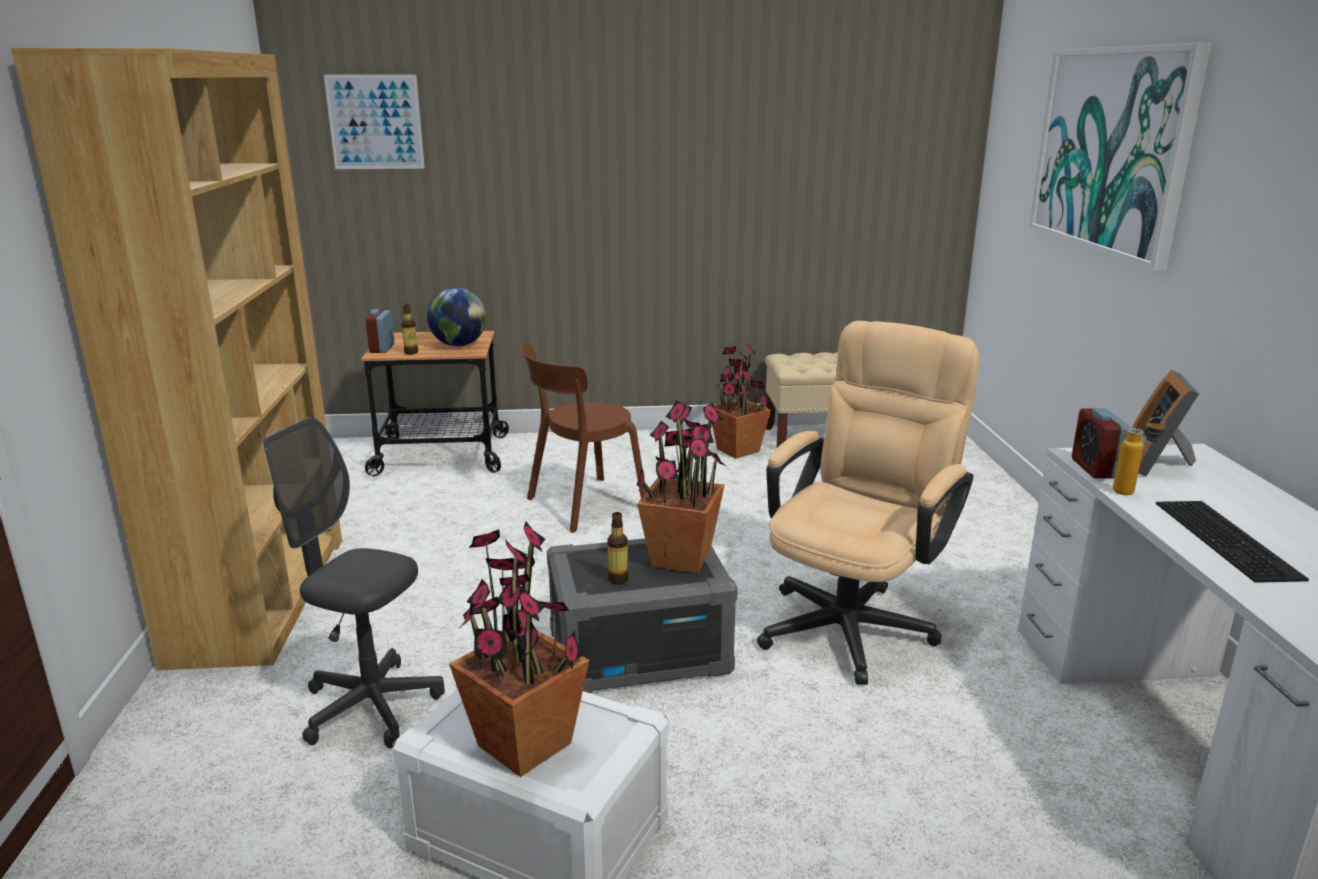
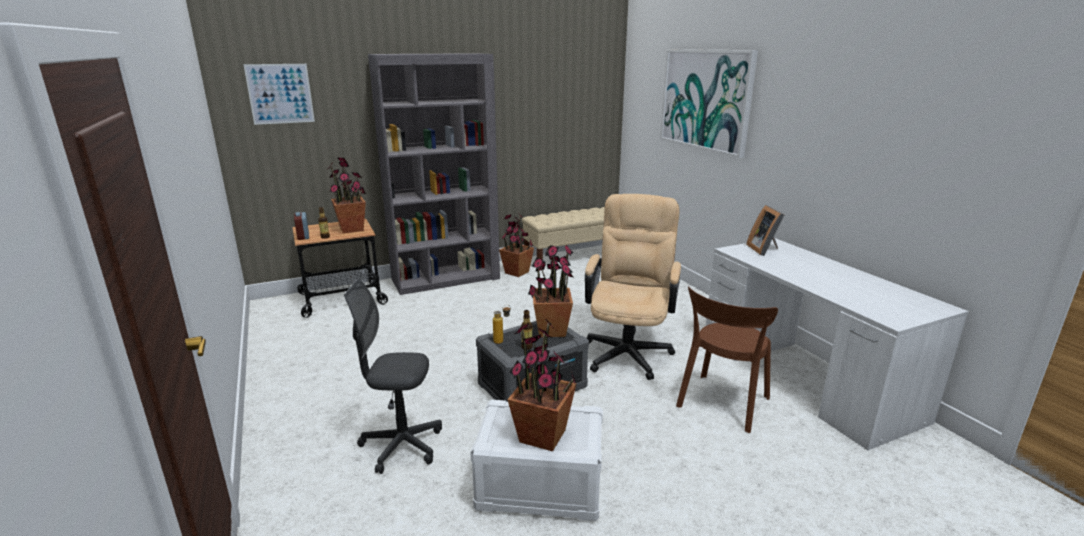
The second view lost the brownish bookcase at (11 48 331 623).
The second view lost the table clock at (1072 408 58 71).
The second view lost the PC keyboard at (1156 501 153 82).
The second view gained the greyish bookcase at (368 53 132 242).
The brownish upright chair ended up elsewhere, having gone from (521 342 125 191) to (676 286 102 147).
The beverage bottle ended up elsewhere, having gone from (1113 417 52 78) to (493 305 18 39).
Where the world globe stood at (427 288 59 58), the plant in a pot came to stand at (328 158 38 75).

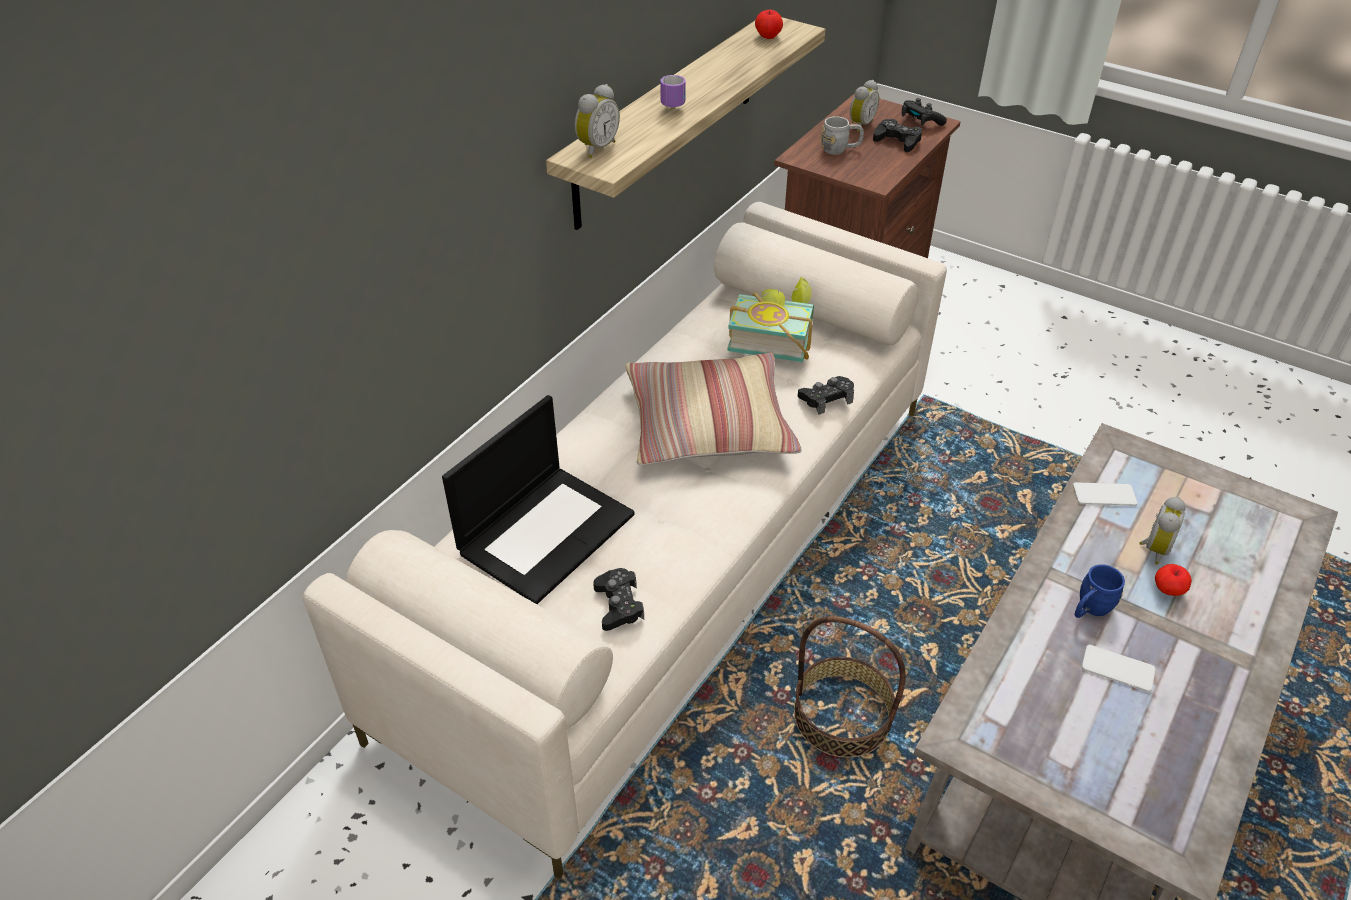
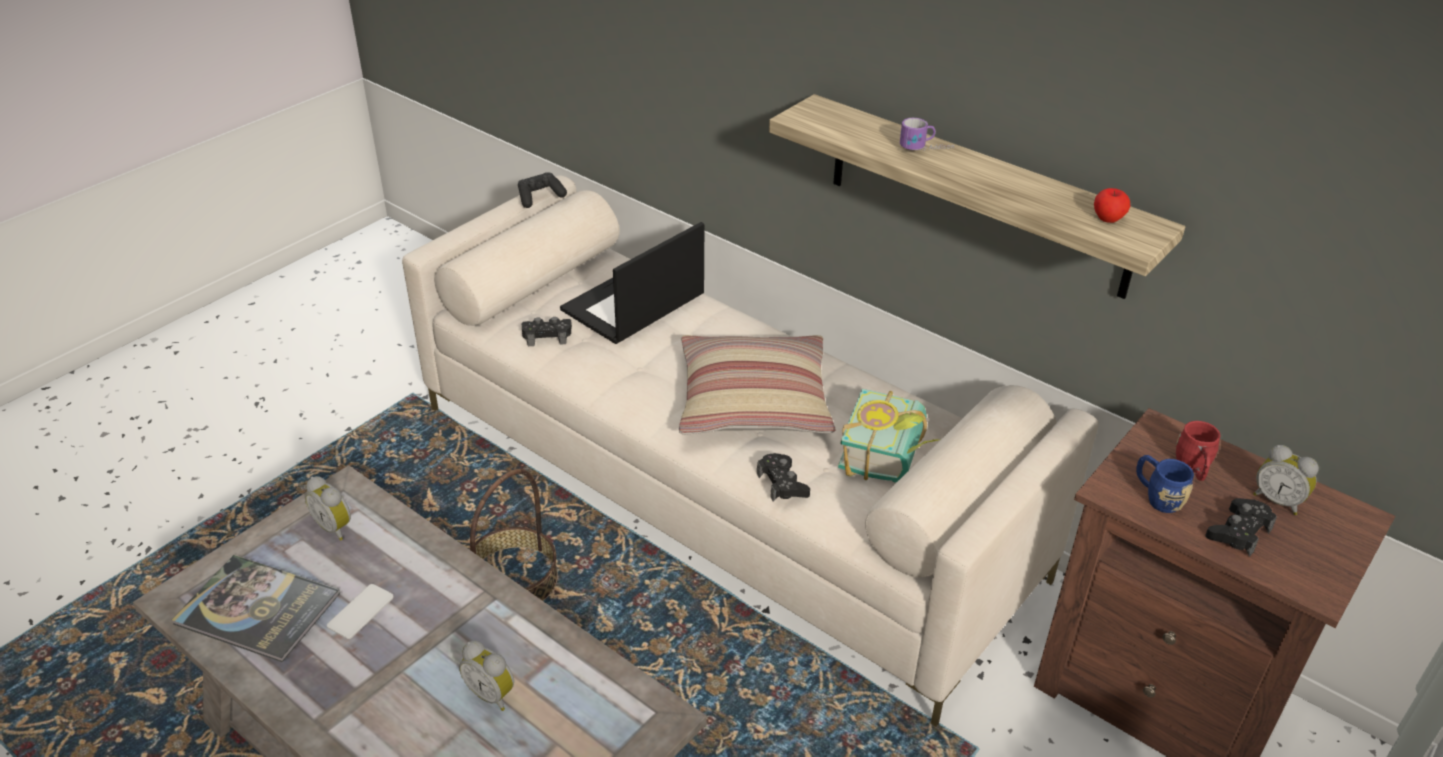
The second view lost the phone at (1073 482 64 24).
The second view lost the whole apple at (1155 564 37 32).
The second view gained the book at (171 555 169 107).
The table clock ended up elsewhere, having gone from (575 84 45 74) to (305 476 46 65).
The black-coloured game controller ended up elsewhere, having gone from (902 98 45 28) to (518 172 49 36).
The bluish tea mug ended up elsewhere, having gone from (1074 564 51 54) to (1136 455 58 58).
What was the greyish tea mug at (821 116 43 39) turned into the red tea mug at (1176 421 45 60).
The notebook computer at (442 395 192 209) ended up facing another way, 90 degrees clockwise from before.

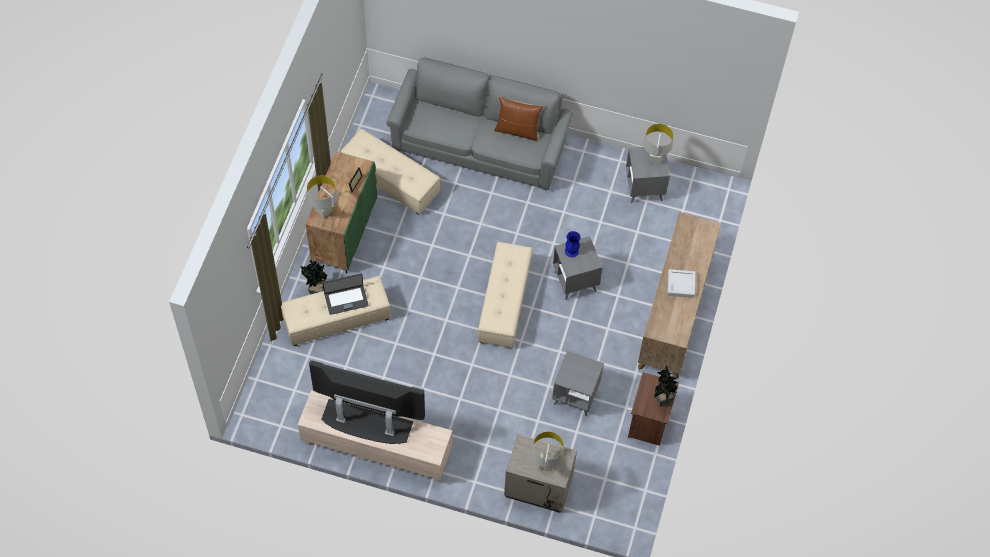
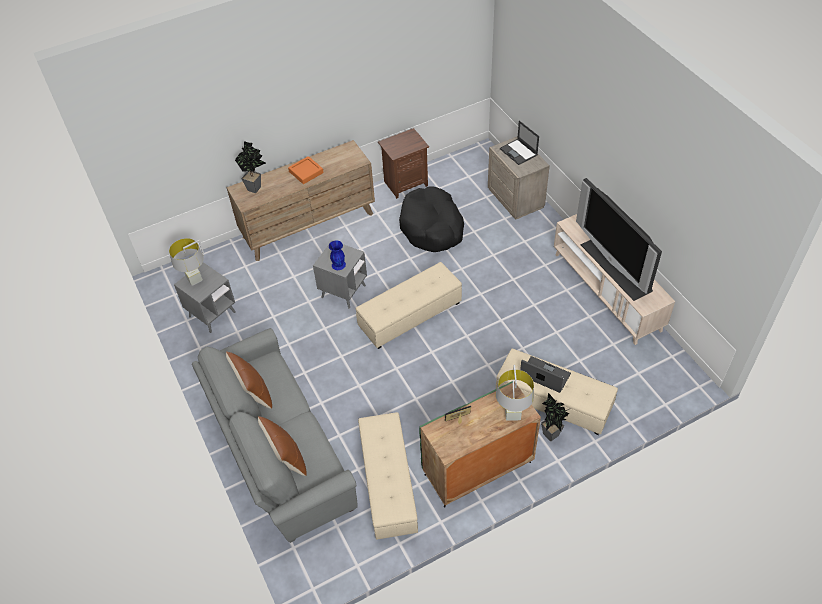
The second view gained the brownish cushion at (258 416 49 60).
The plant in a pot ended up elsewhere, having gone from (654 365 27 42) to (235 141 31 52).
Where the greyish lamp for a table stood at (531 432 33 39), the notebook computer came to stand at (500 121 39 44).
Where the greyish side table stood at (552 351 52 65), the black-coloured dog cushion came to stand at (399 187 65 65).
What was the greyish carrying tray at (667 269 29 29) turned into the orange carrying tray at (288 156 36 28).

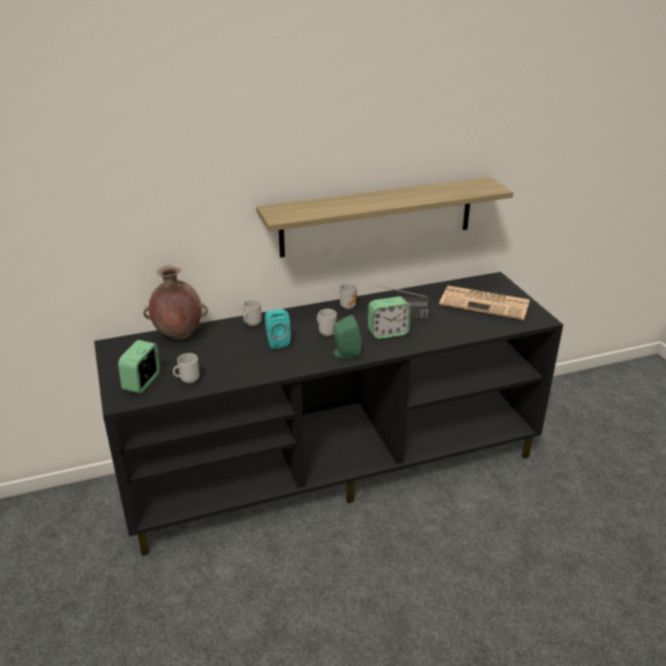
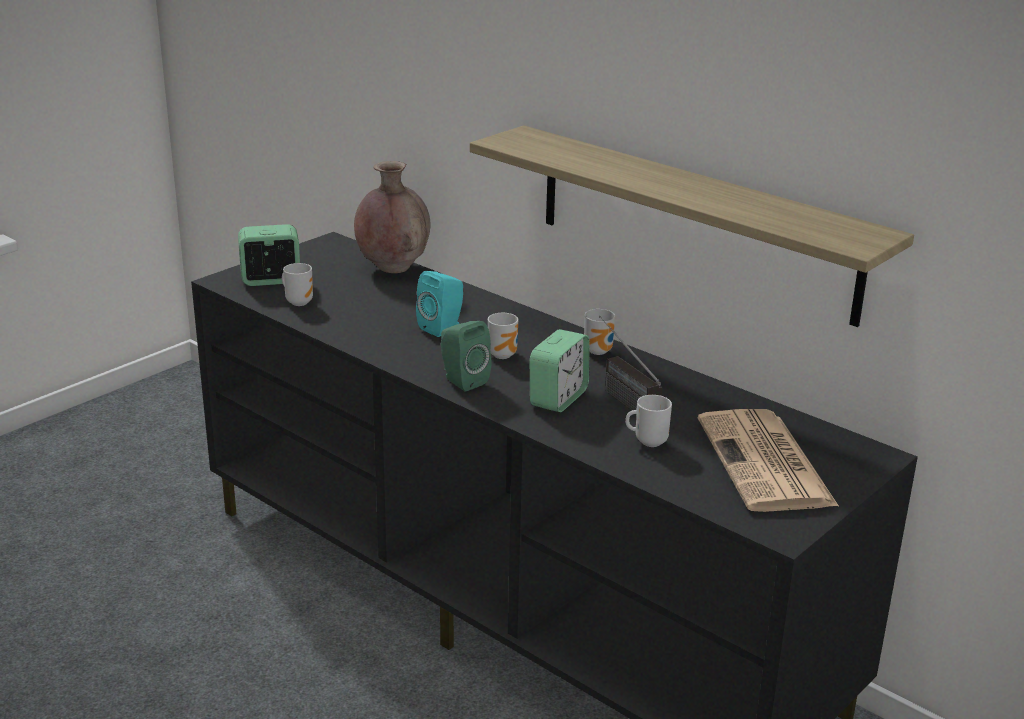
The tea mug ended up elsewhere, having gone from (243 299 19 27) to (625 395 47 52).
The table clock at (368 296 43 43) ended up facing another way, 105 degrees counterclockwise from before.

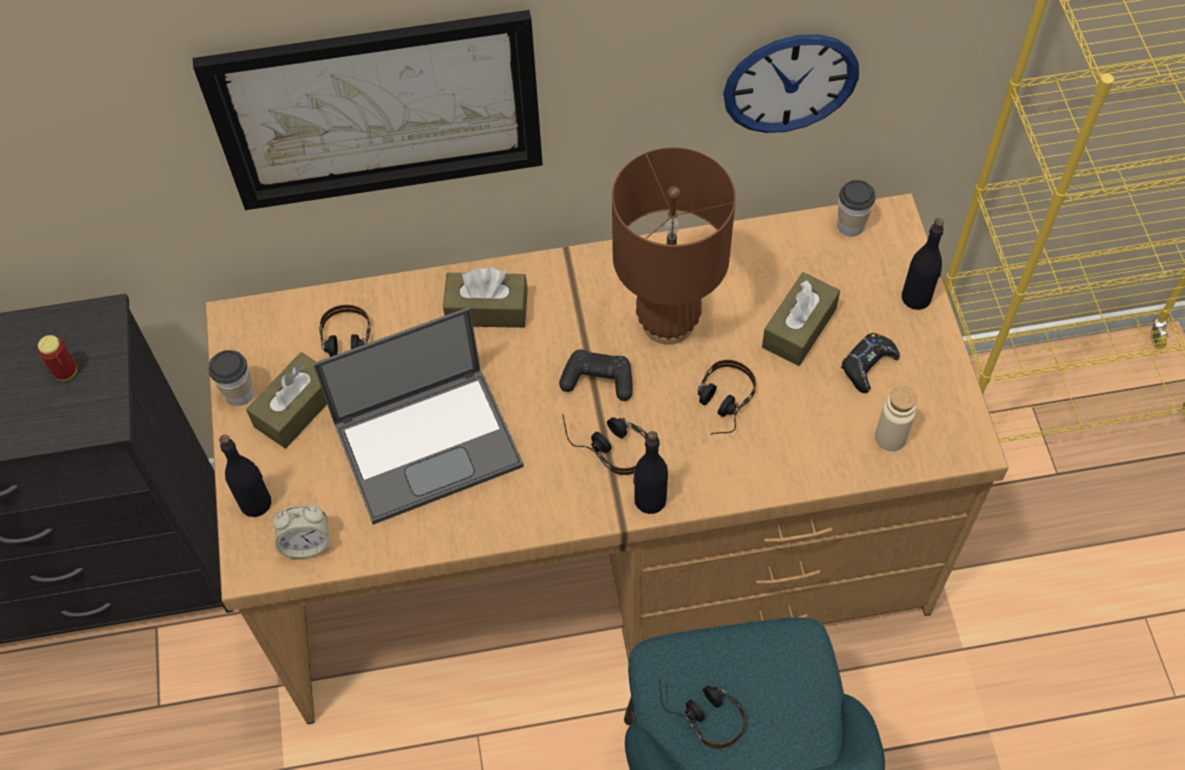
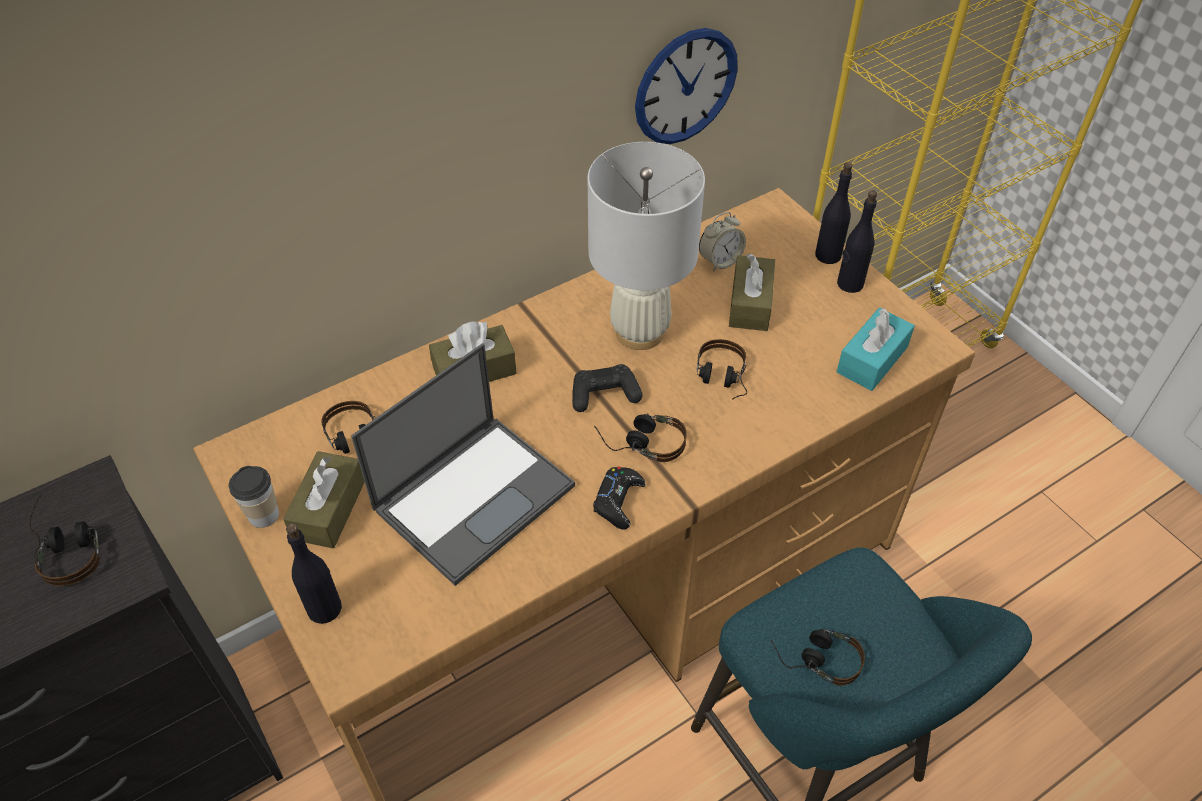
The second view lost the wall picture at (193 10 350 200).
The second view lost the drinking cup at (838 180 38 57).
The table clock ended up elsewhere, having gone from (273 505 57 54) to (699 212 47 60).
The black-coloured beverage bottle ended up elsewhere, having gone from (633 431 35 83) to (837 190 40 103).
The black-coloured game controller ended up elsewhere, having gone from (841 333 59 60) to (593 466 52 64).
Where the sealed can stood at (38 335 39 46), the headset came to stand at (29 494 71 92).
Where the beige-coloured beverage bottle stood at (875 386 42 65), the turquoise box of tissues came to stand at (837 308 78 83).
What was the brownish lamp for a table at (612 147 124 198) turned into the white-coloured lamp for a table at (588 142 117 208).

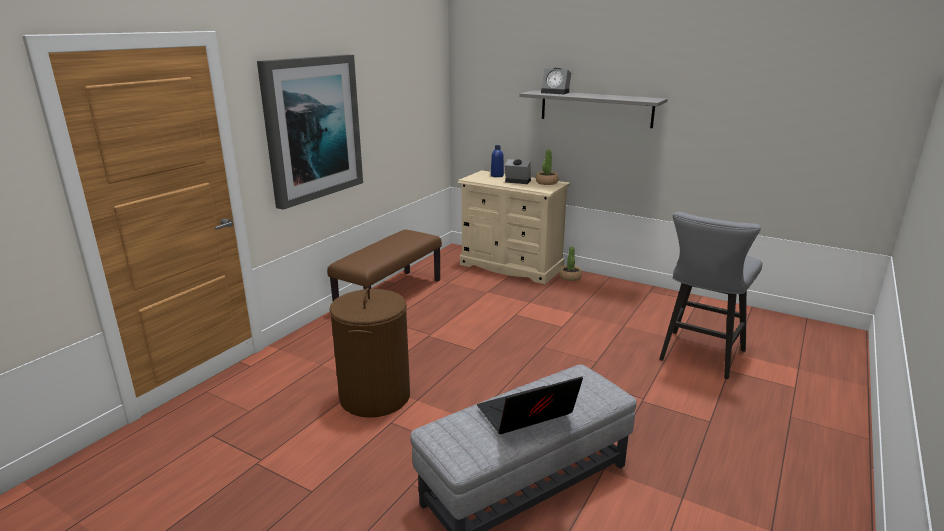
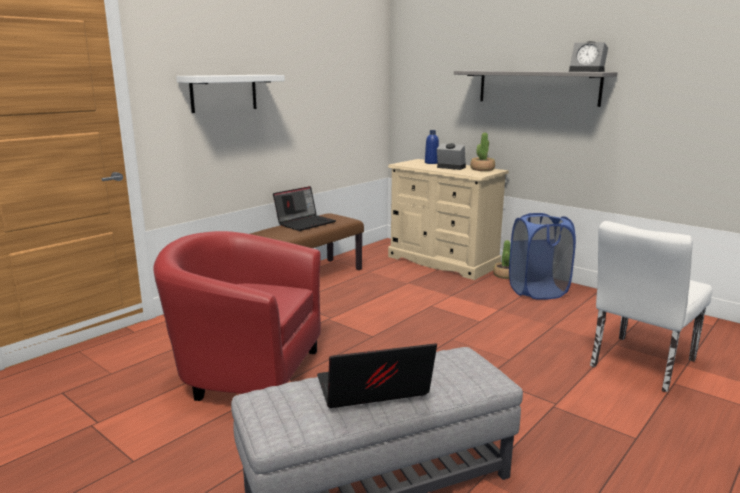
The second view gained the notebook computer at (273 186 63 45).
The second view gained the bluish washing basket at (509 213 67 87).
The table clock ended up elsewhere, having gone from (541 68 30 26) to (569 41 39 31).
Where the wall picture hung at (257 55 106 155), the white-coloured wall shelf came to hang at (176 75 109 38).
Where the brownish washing basket stood at (329 288 81 130), the red lounge chair came to stand at (153 231 168 170).
Where the greyish sitting stool stood at (659 212 103 167), the white-coloured upright chair came to stand at (590 221 122 171).

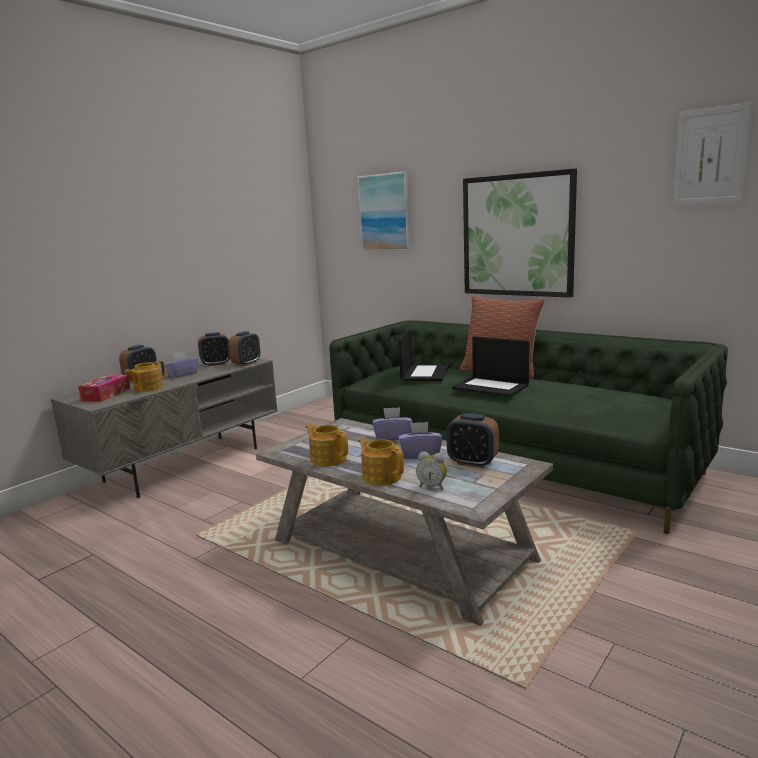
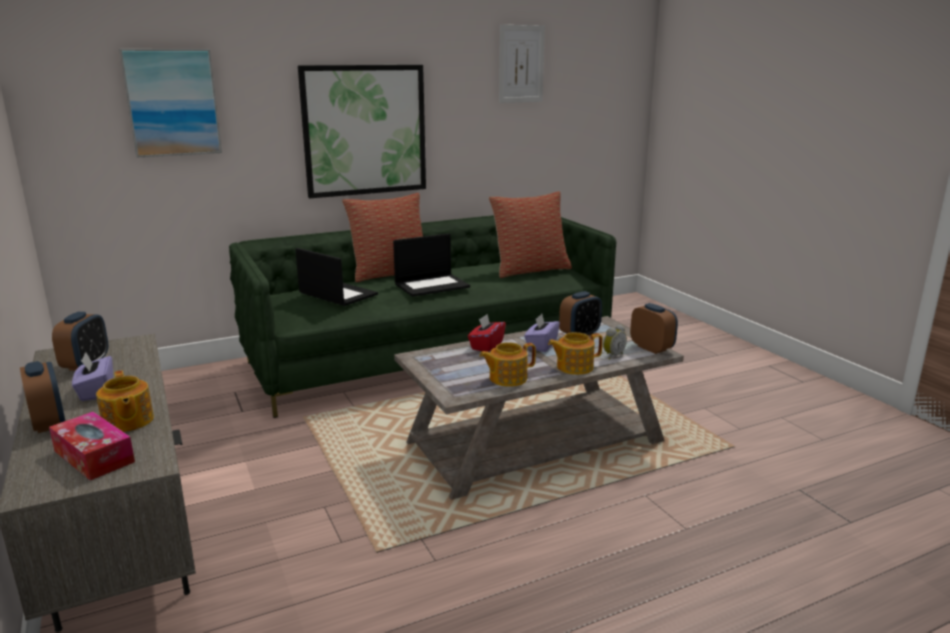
The second view gained the cushion at (489 191 83 87).
The table clock ended up elsewhere, having gone from (229 331 31 35) to (630 303 48 51).
What was the purplish box of tissues at (372 407 40 34) turned into the red box of tissues at (468 314 38 38).

